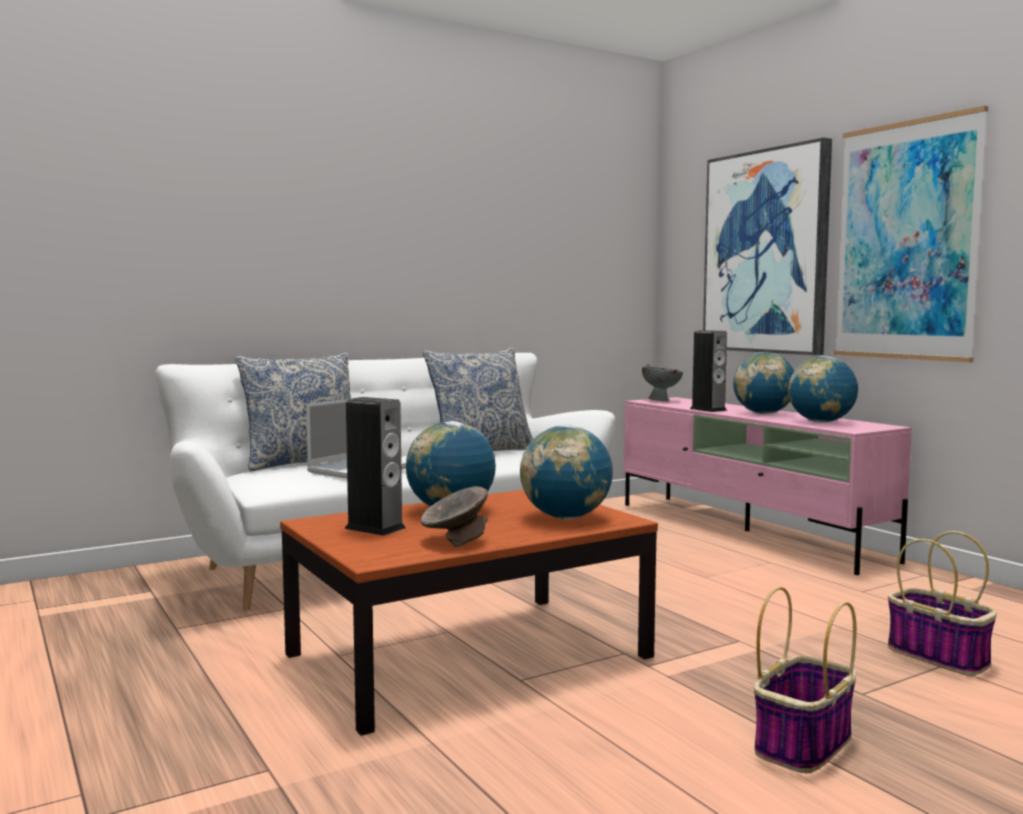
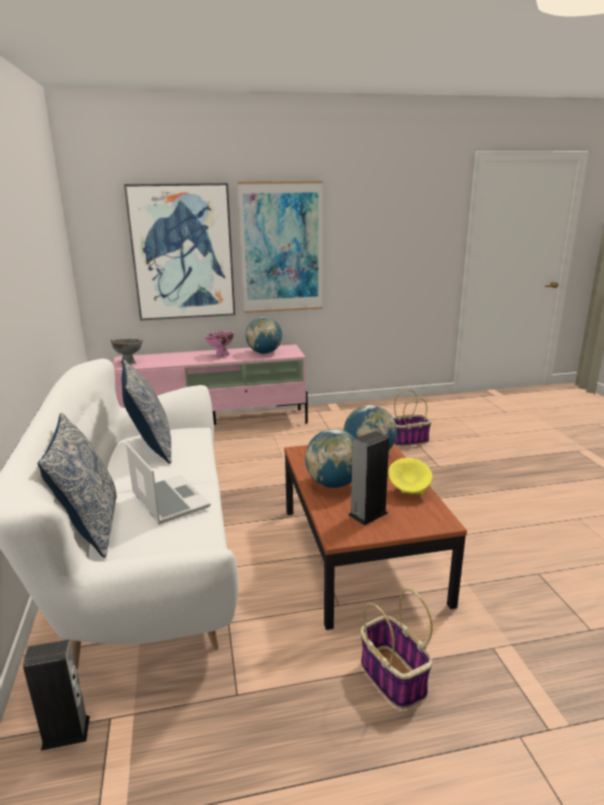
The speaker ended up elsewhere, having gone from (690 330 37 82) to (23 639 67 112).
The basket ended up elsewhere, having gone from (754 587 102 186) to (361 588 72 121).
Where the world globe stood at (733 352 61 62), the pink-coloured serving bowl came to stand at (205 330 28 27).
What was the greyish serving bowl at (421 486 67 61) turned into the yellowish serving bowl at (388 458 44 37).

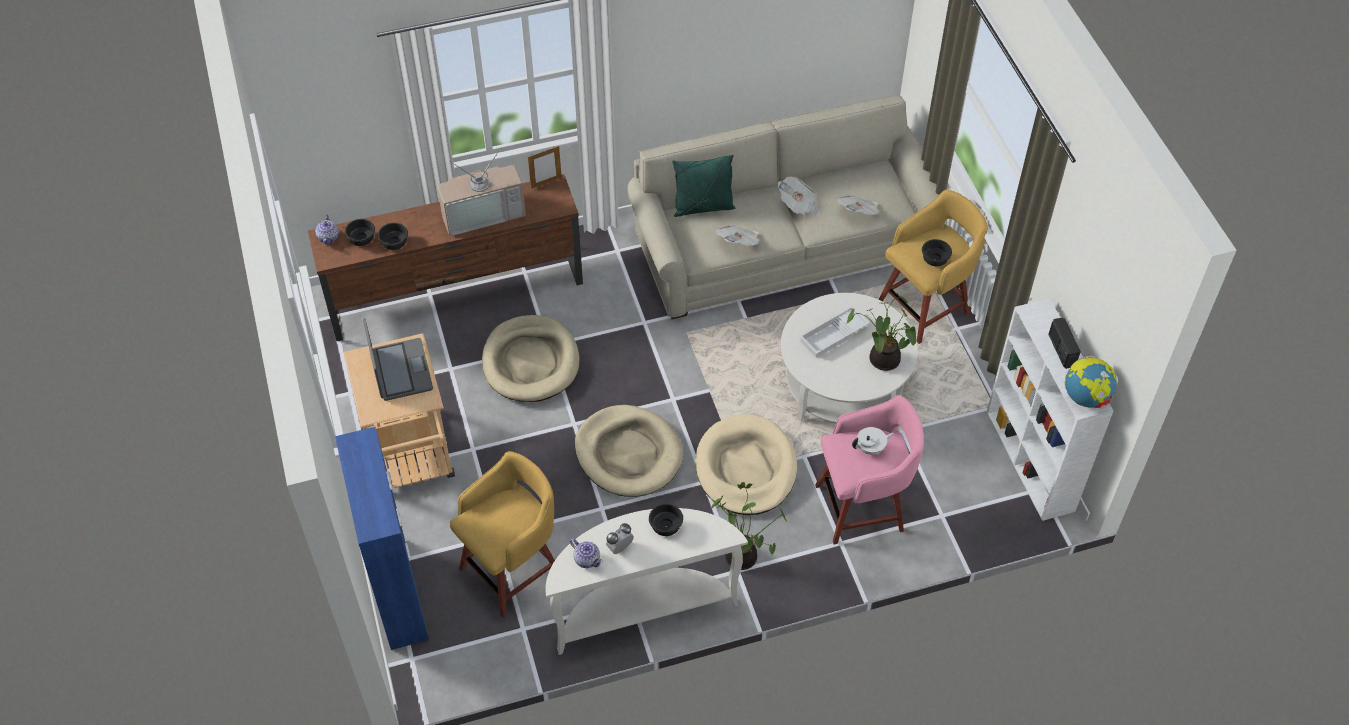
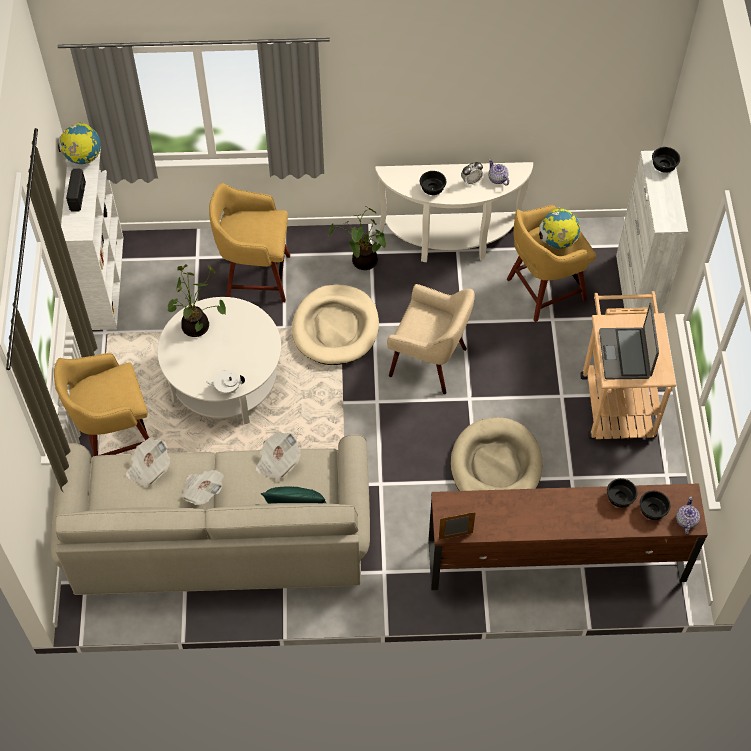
The second view lost the TV at (437 148 89 88).
The second view lost the white-coloured carrying tray at (799 306 70 52).
The second view gained the world globe at (539 207 41 42).
The white-coloured tea pot ended up elsewhere, having gone from (852 427 42 28) to (206 370 39 24).
The black-coloured serving bowl ended up elsewhere, having gone from (922 239 30 27) to (652 147 28 26).
Where the beige-coloured dog cushion stood at (575 405 108 92), the beige-coloured lounge chair came to stand at (387 284 88 110).
What was the bluish storage cabinet at (335 427 94 223) turned into the white-coloured storage cabinet at (616 151 72 162).
What was the pink-coloured sitting stool at (815 395 109 149) turned into the yellowish sitting stool at (209 183 81 119).

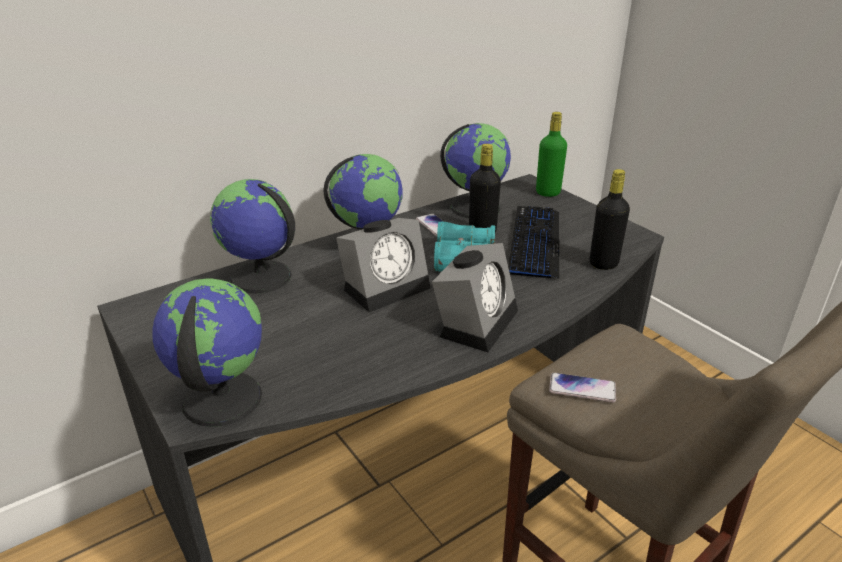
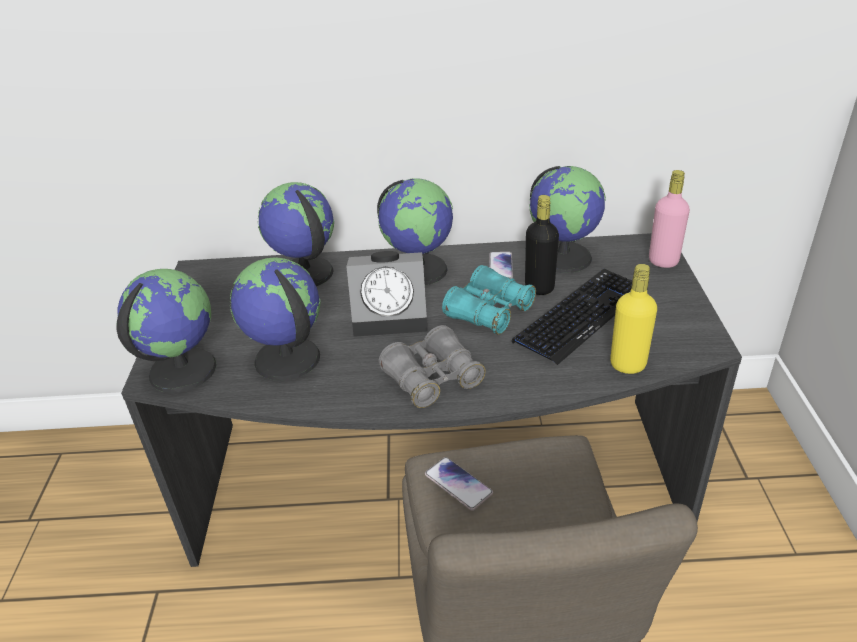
The second view gained the world globe at (230 258 90 123).
Where the table clock stood at (432 243 86 109), the greyish field glasses came to stand at (379 325 107 83).
What was the greenish beverage bottle at (536 112 31 85) turned into the pink-coloured beverage bottle at (649 170 41 98).
What was the black-coloured beverage bottle at (590 169 40 101) turned into the yellowish beverage bottle at (610 264 47 110).

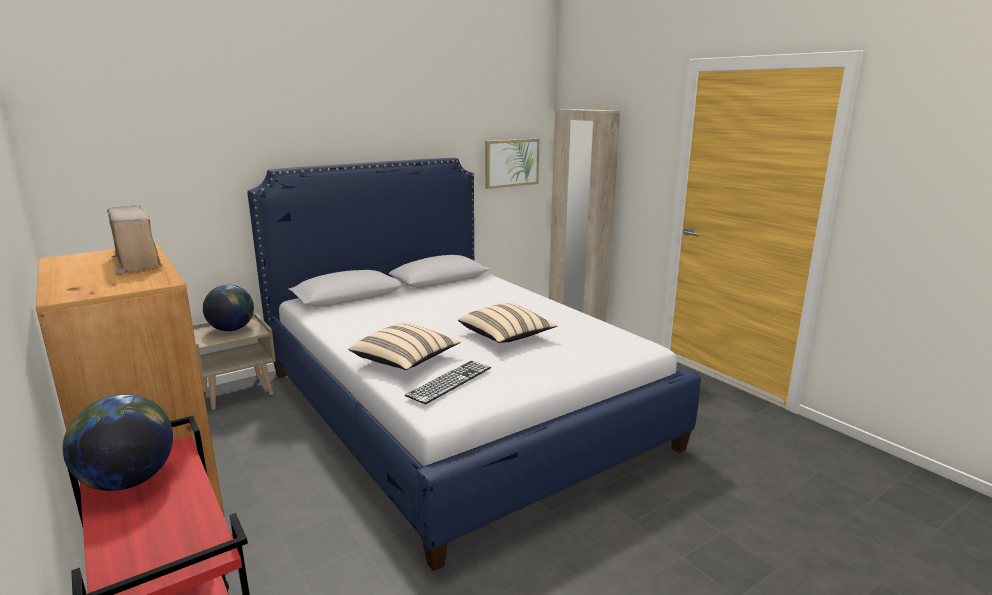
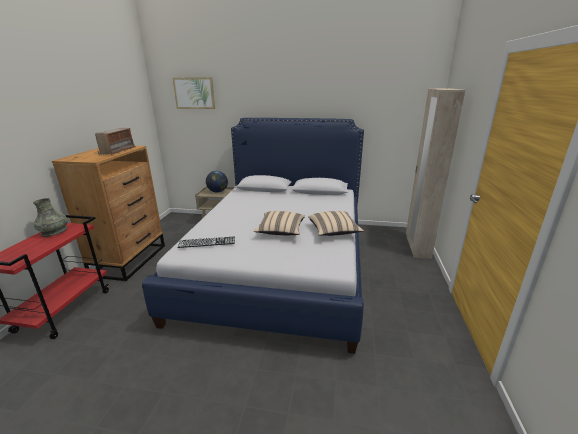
The beige-coloured cushion ended up elsewhere, having gone from (348 323 113 47) to (308 211 56 25).
The wall picture ended up elsewhere, having gone from (485 139 55 50) to (173 77 42 32).
Where the world globe stood at (63 394 110 97), the greyish vase came to stand at (33 198 35 39).

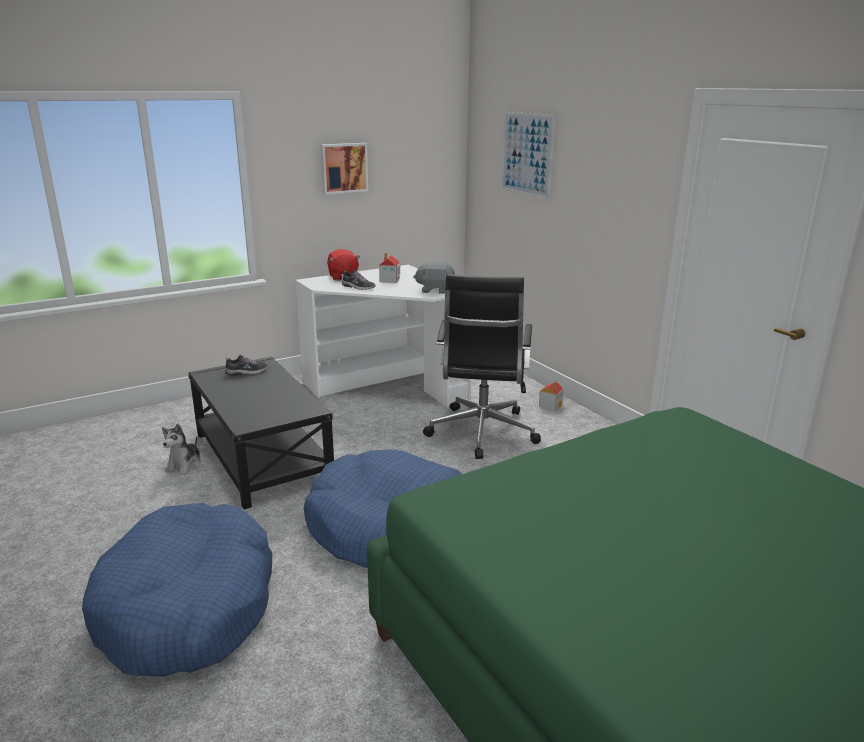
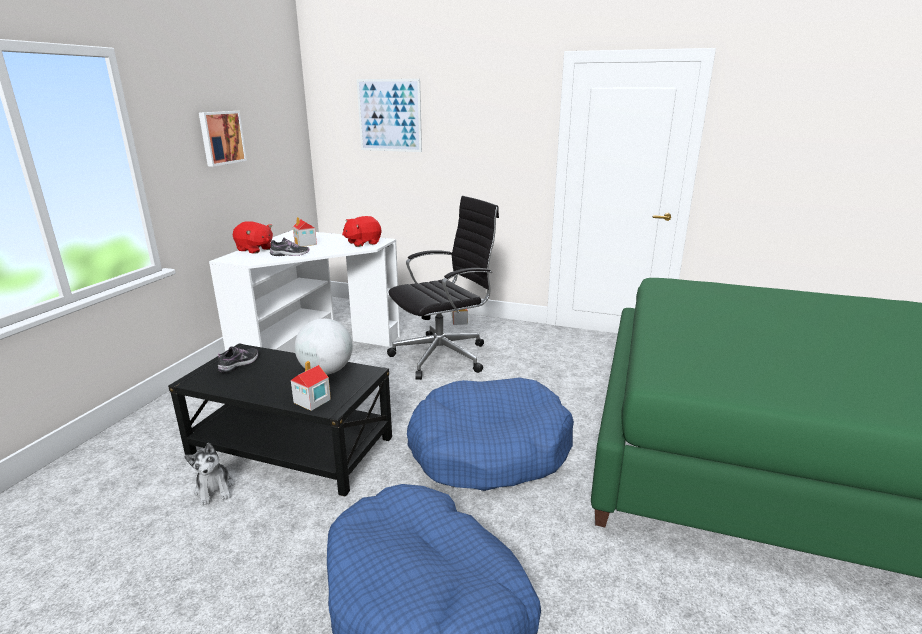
The second view gained the model house at (291 361 40 50).
The second view gained the world globe at (295 318 58 57).
What was the greyish plush toy at (413 262 42 32) turned into the red plush toy at (342 216 39 31).
The black-coloured computer chair at (423 274 118 185) ended up facing another way, 90 degrees counterclockwise from before.

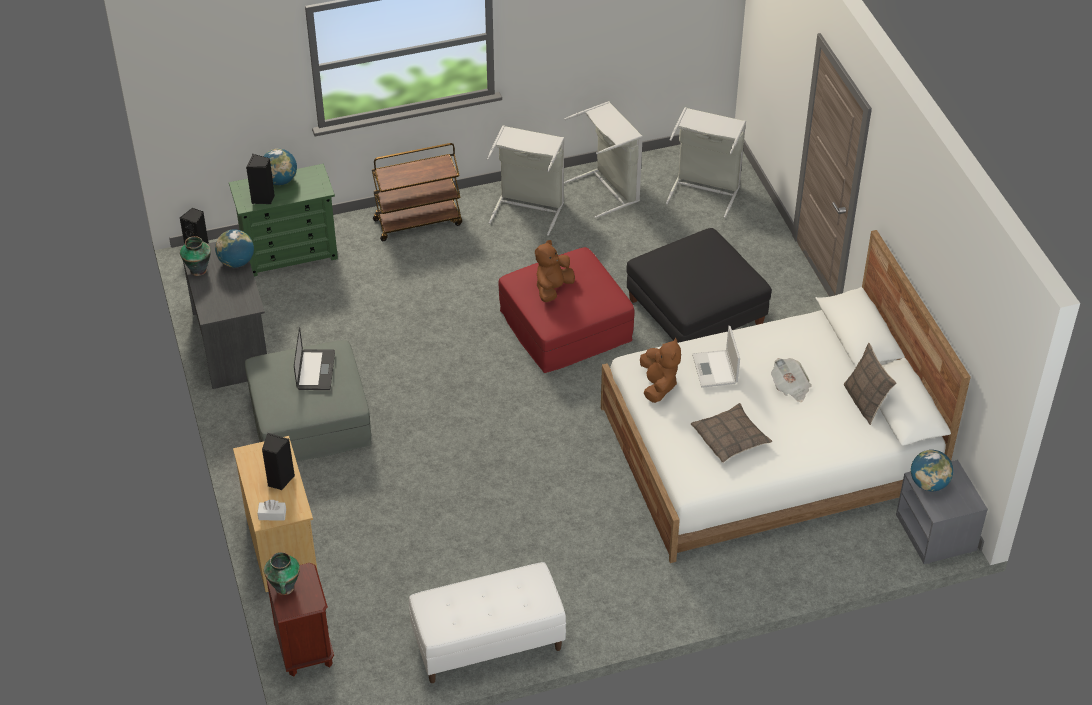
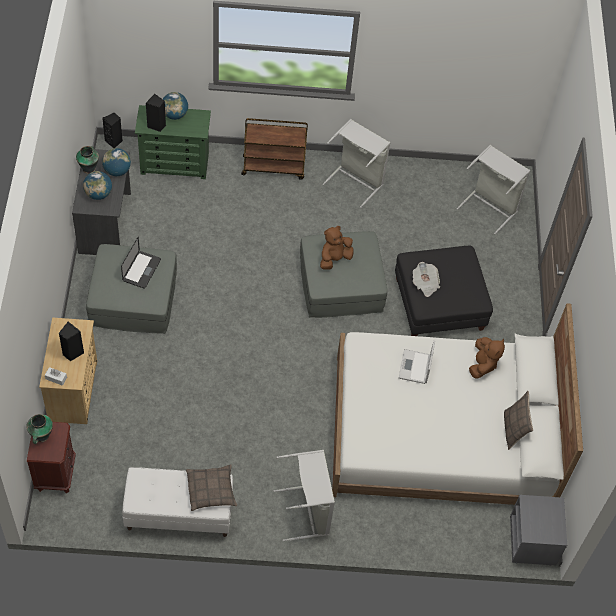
The greyish washing basket ended up elsewhere, having gone from (564 101 79 117) to (274 450 61 91).
The brownish plush toy ended up elsewhere, having gone from (640 337 41 66) to (469 337 36 42).
The cushion ended up elsewhere, having gone from (691 403 81 60) to (186 464 51 47).
The printed paper ended up elsewhere, having gone from (771 358 41 44) to (413 262 27 35).
The world globe ended up elsewhere, having gone from (911 450 42 41) to (83 171 29 29).
What was the red ottoman at (499 247 136 126) turned into the greyish ottoman at (300 231 87 87).

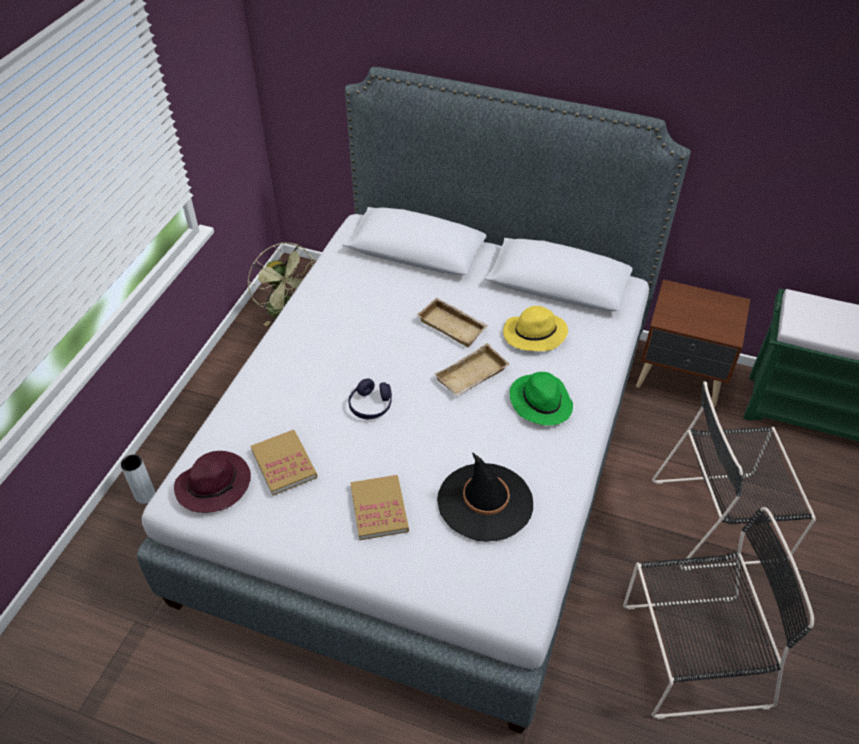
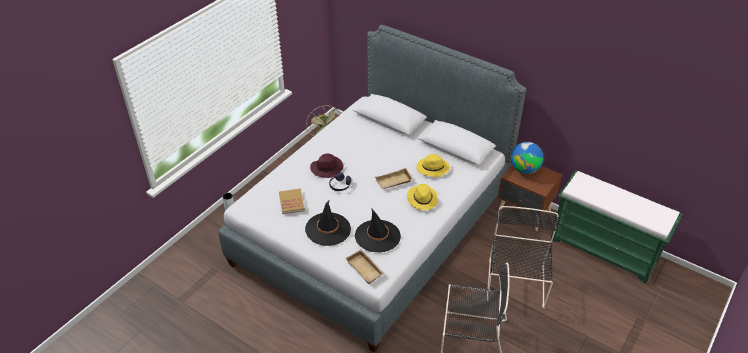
The second view gained the world globe at (511 142 33 32).
The purplish wearable hat ended up elsewhere, having gone from (174 451 77 62) to (310 154 33 24).
The beige-coloured carrying tray ended up elsewhere, having gone from (417 297 71 50) to (345 250 40 34).
Where the book stood at (350 475 59 65), the black-coloured wearable hat came to stand at (305 199 46 47).
What was the greenish wearable hat at (510 372 63 53) turned into the yellowish wearable hat at (407 184 31 26).
The black-coloured upright chair at (652 381 164 189) ended up facing another way, 90 degrees clockwise from before.

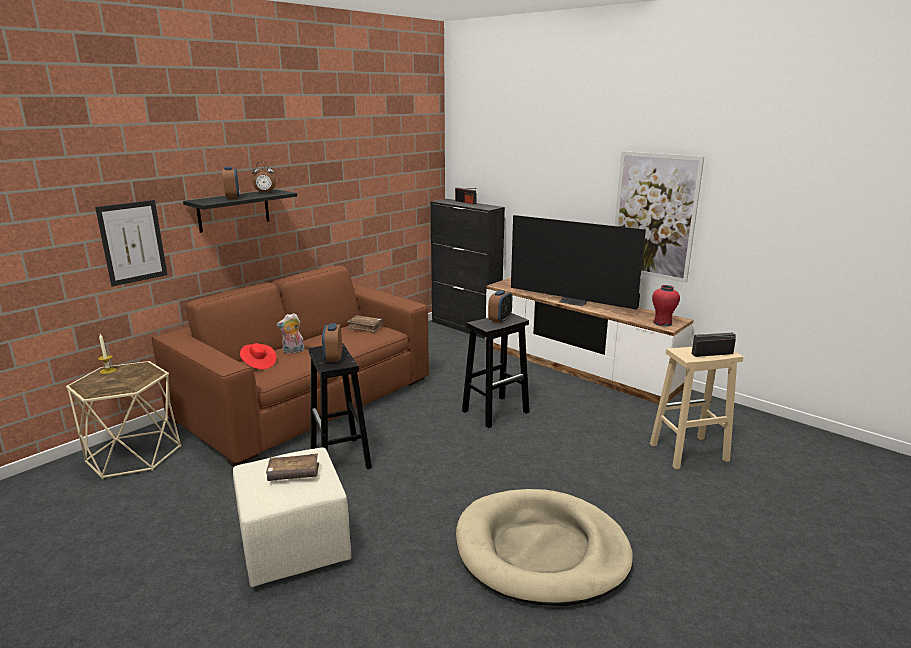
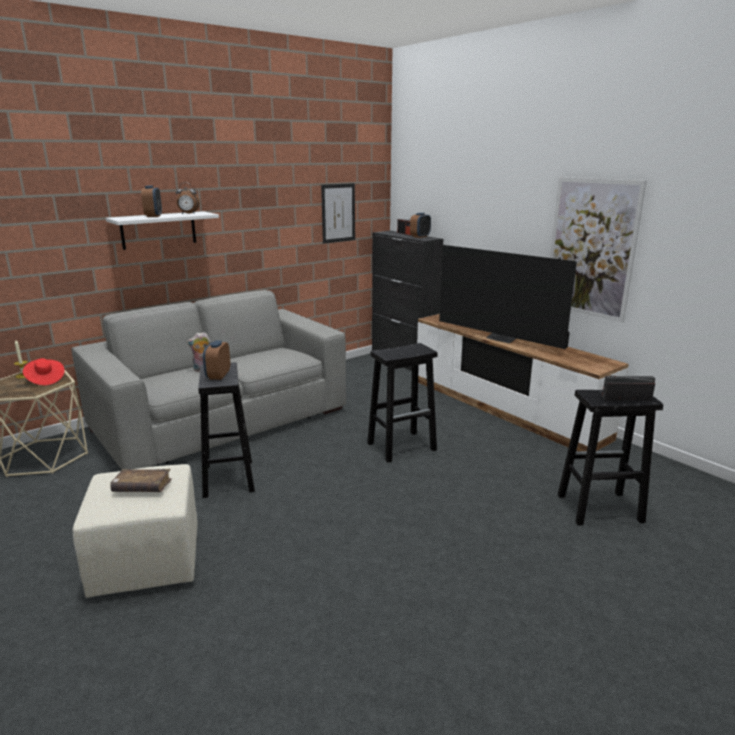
The second view lost the brownish book at (347 315 36 18).
The second view lost the beige-coloured dog cushion at (456 489 177 117).
The second view lost the red vase at (652 285 28 42).
The wall picture ended up elsewhere, having gone from (95 200 72 87) to (321 183 34 61).
The red wearable hat ended up elsewhere, having gone from (240 343 37 26) to (22 358 43 27).
The table clock ended up elsewhere, having gone from (488 290 24 33) to (410 213 21 25).
What was the brownish sofa at (152 265 277 202) turned into the greyish sofa at (71 290 275 180).
What was the black-coloured wall shelf at (183 189 114 44) turned into the white-coloured wall shelf at (106 211 113 39).
What was the beige-coloured sitting stool at (650 347 93 122) turned into the black-coloured sitting stool at (558 390 105 135).

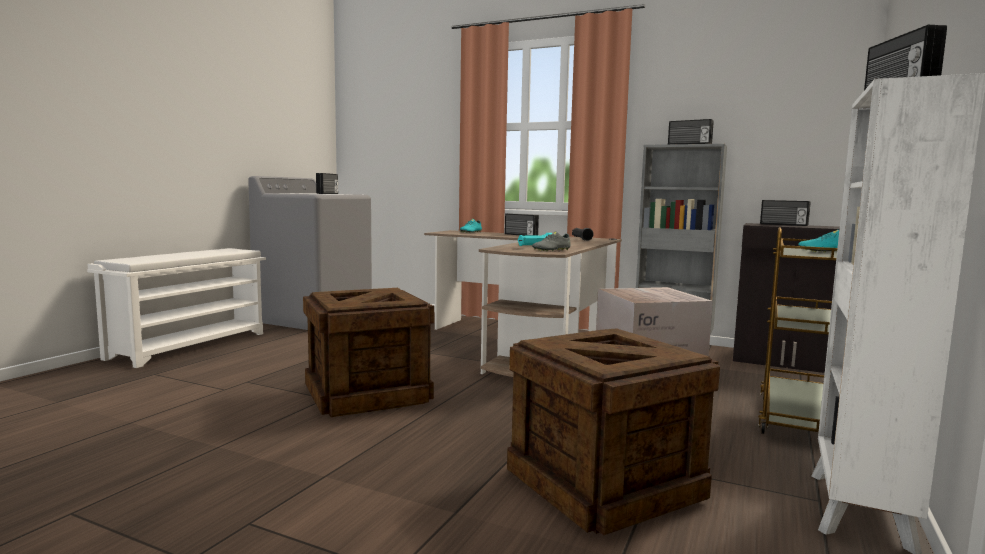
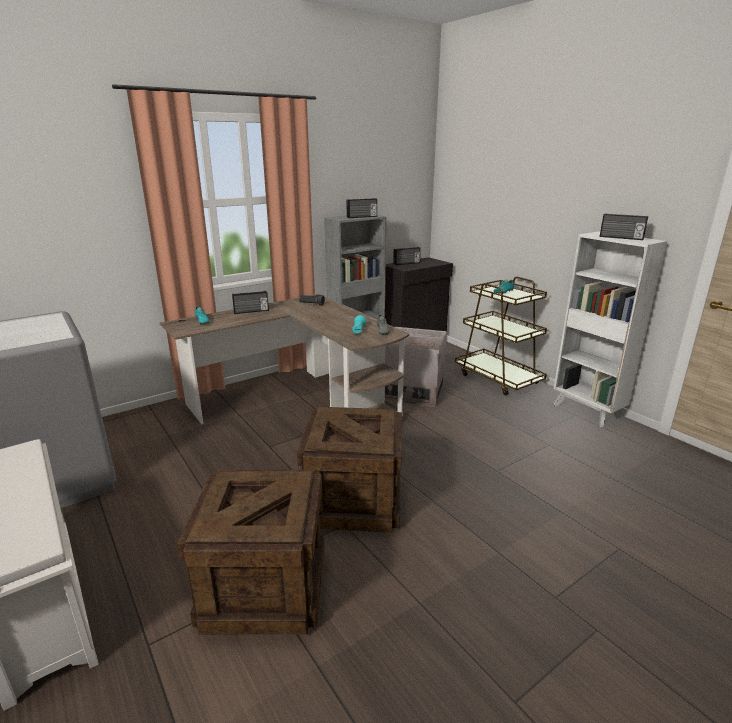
The second view lost the radio receiver at (316 173 22 21).
The packing crate ended up elsewhere, having gone from (507 328 213 207) to (177 470 148 164).

